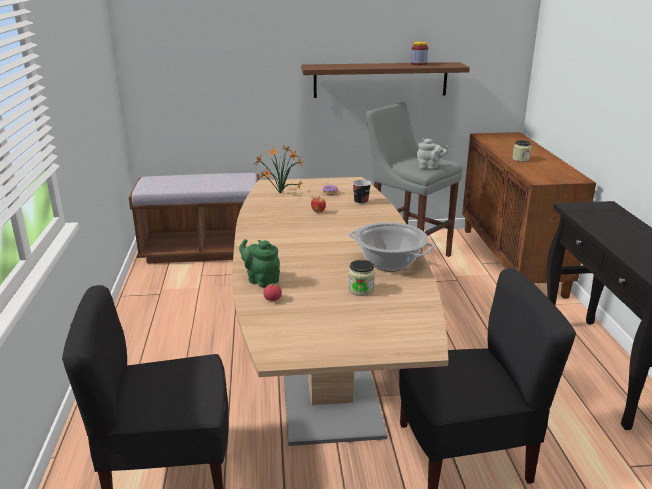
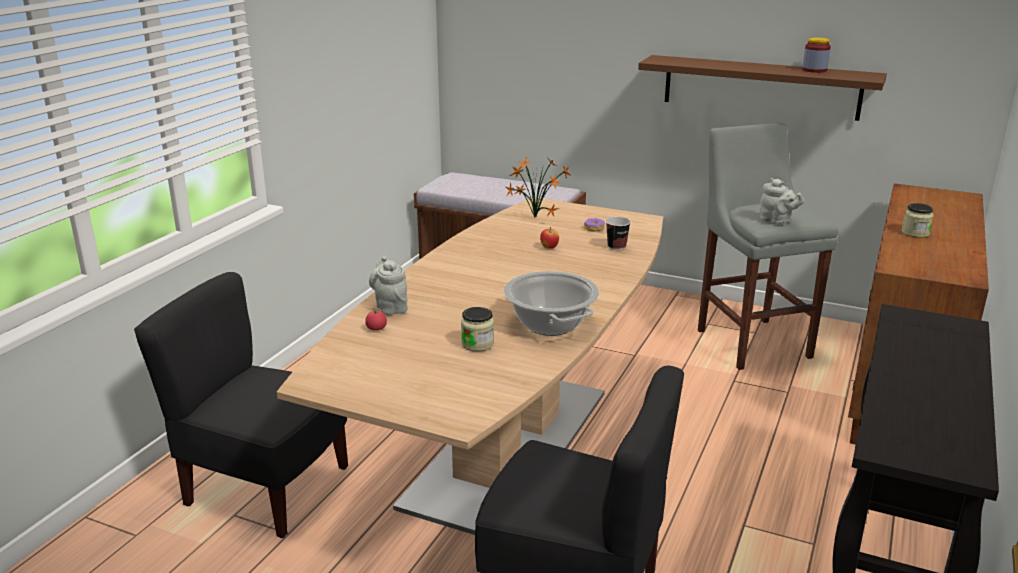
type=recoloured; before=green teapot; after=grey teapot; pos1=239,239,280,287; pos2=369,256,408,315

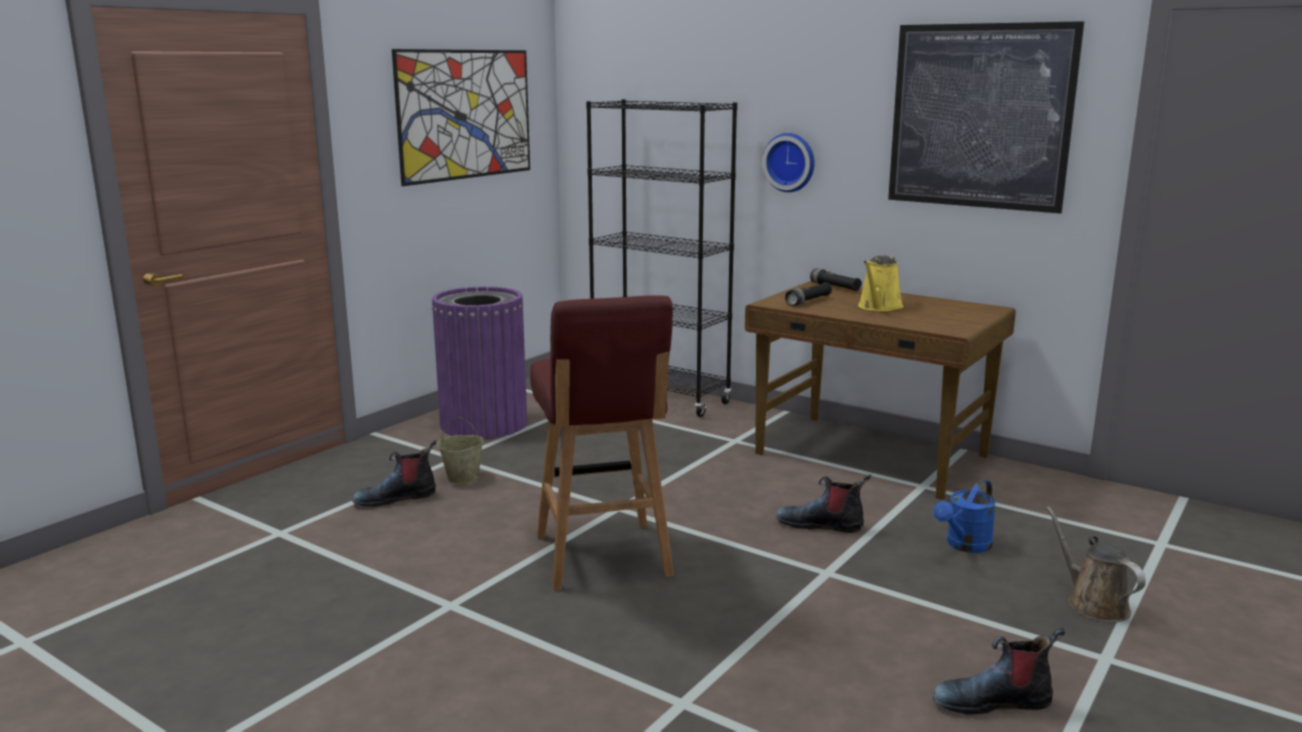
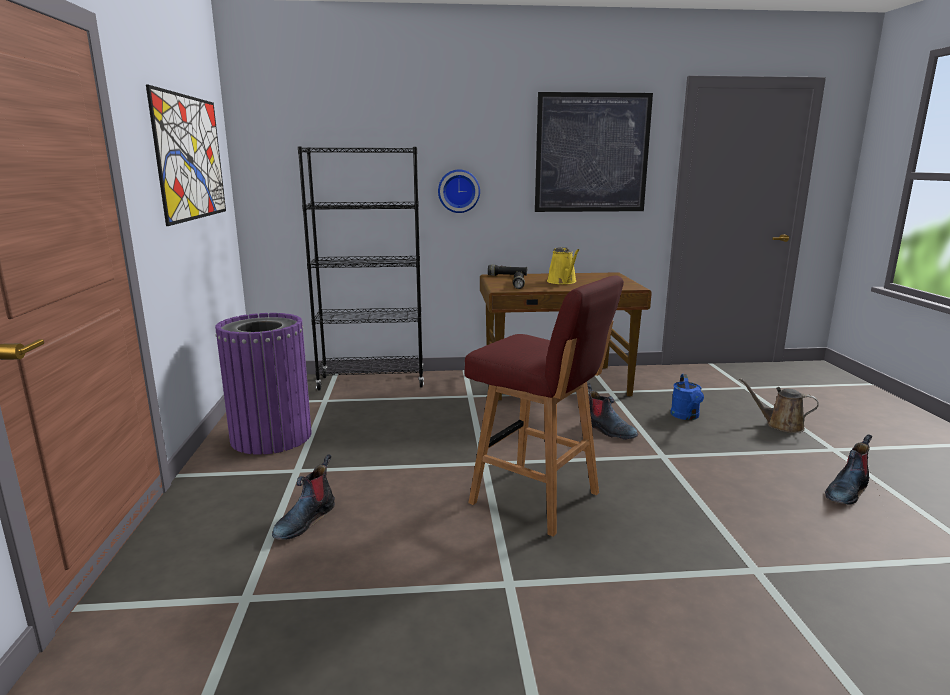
type=turned; before=boot; pos1=776,475,871,533; pos2=587,383,638,440; turn=-105
type=removed; before=beige bucket; pos1=438,417,483,484

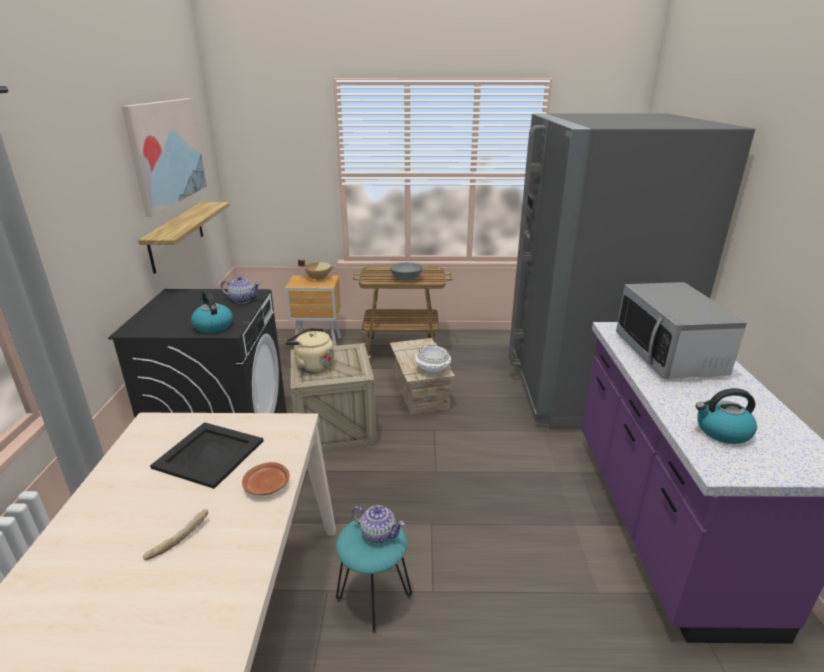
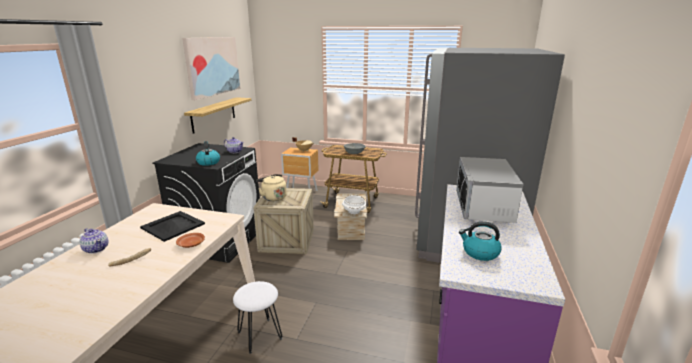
type=moved; before=teapot; pos1=352,505,405,543; pos2=79,228,109,254
type=recoloured; before=turquoise stool; after=white stool; pos1=336,518,412,633; pos2=233,281,282,354

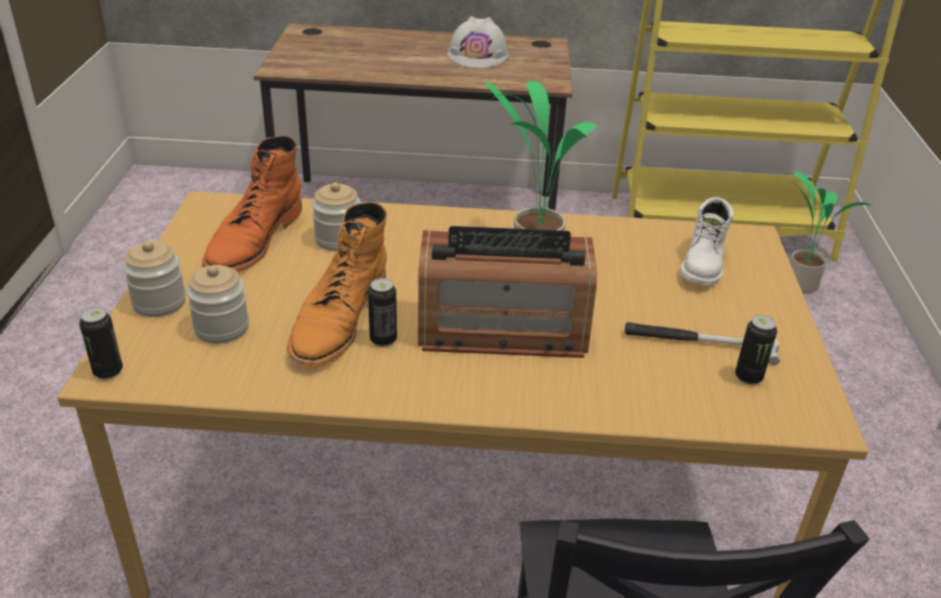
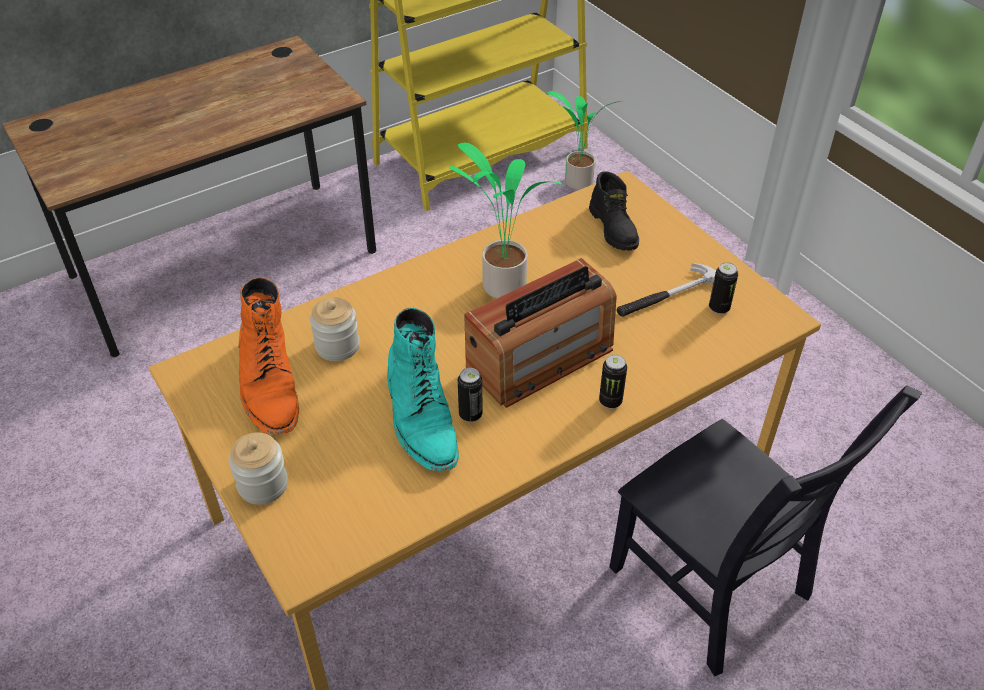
type=recoloured; before=orange boot; after=turquoise boot; pos1=287,202,387,368; pos2=387,308,459,471
type=recoloured; before=white boot; after=black boot; pos1=680,197,734,286; pos2=589,171,639,251
type=moved; before=can; pos1=79,307,123,380; pos2=599,355,627,409
type=removed; before=jar; pos1=186,265,249,344
type=removed; before=white hard hat; pos1=447,16,509,68

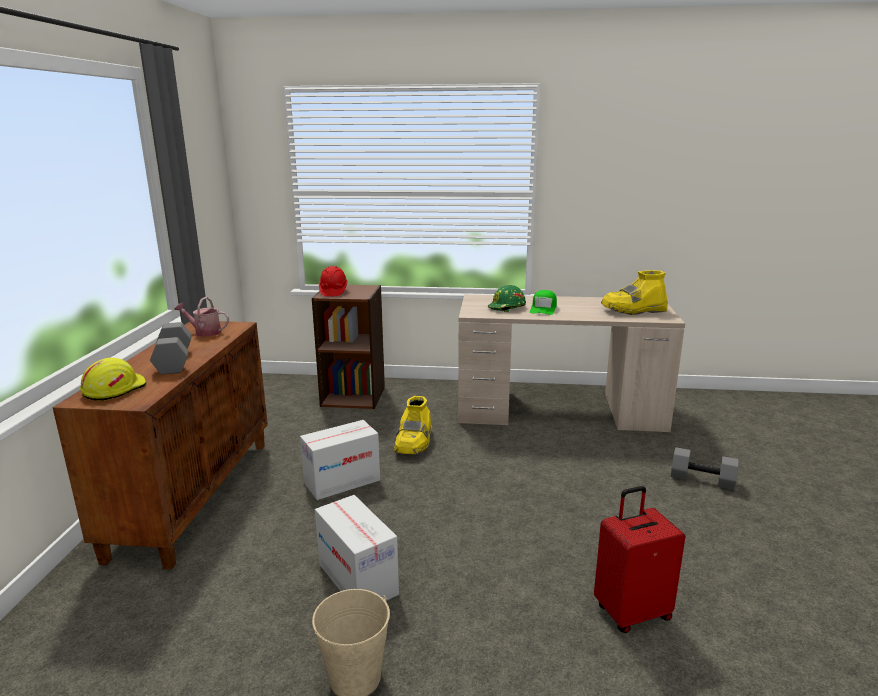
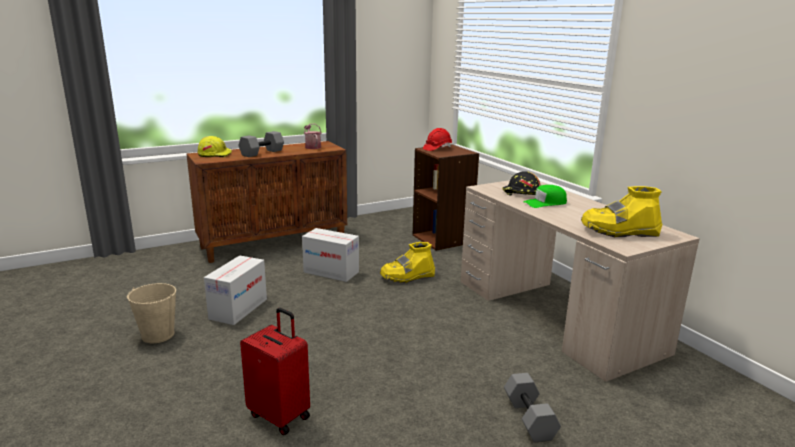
type=recoloured; before=green hard hat; after=black hard hat; pos1=487,285,526,312; pos2=502,171,541,196
type=turned; before=yellow boot; pos1=601,270,668,315; pos2=581,186,662,237; turn=-45

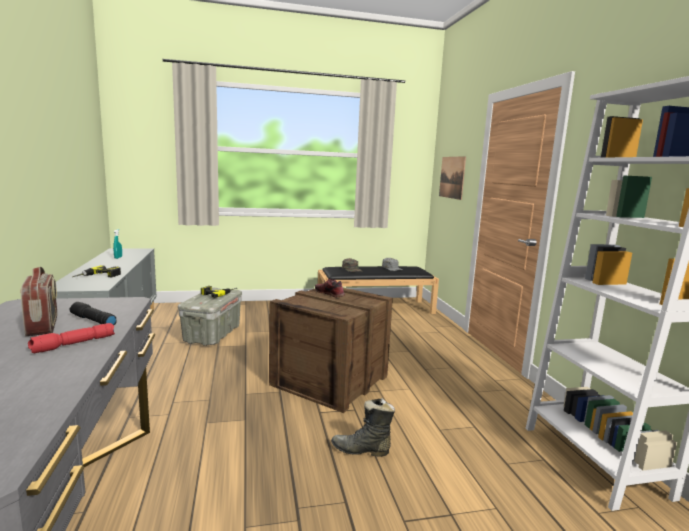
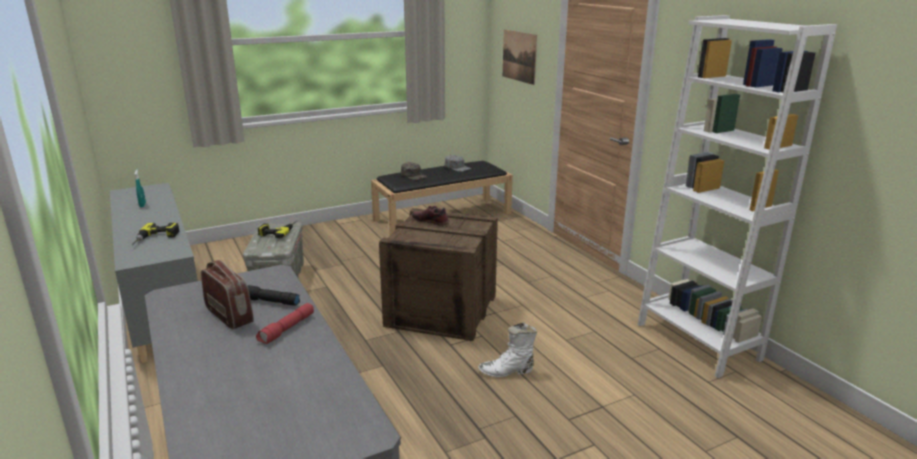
type=recoloured; before=black boot; after=white boot; pos1=331,398,395,457; pos2=478,322,537,377

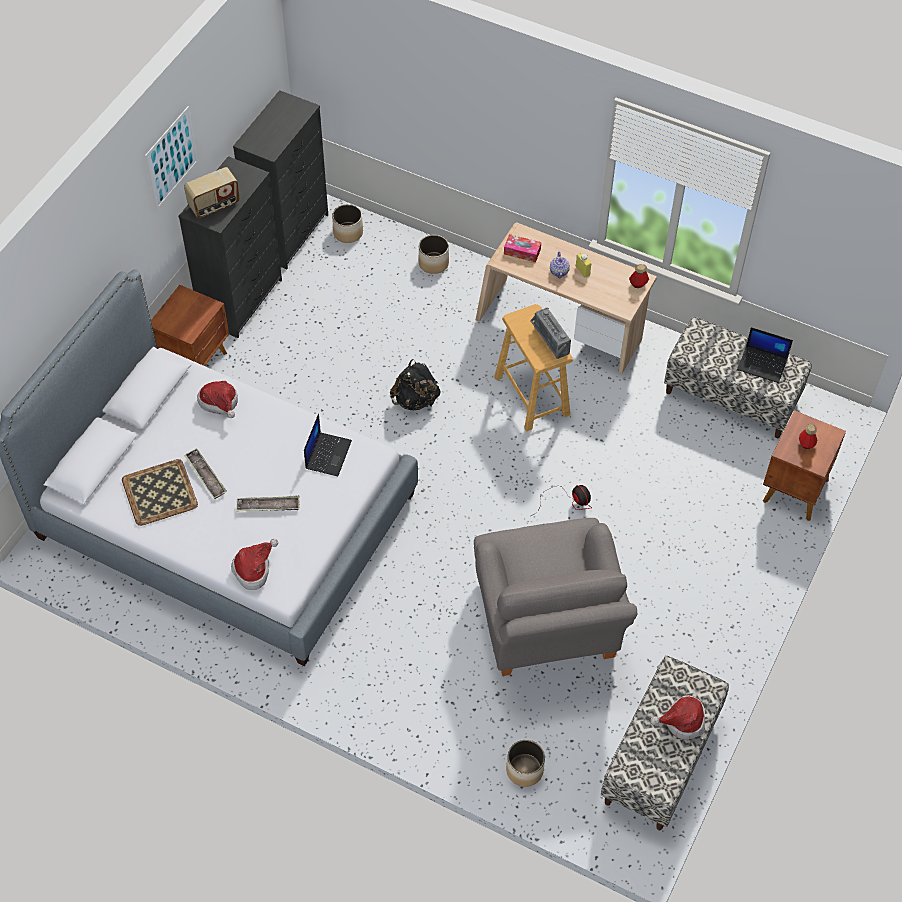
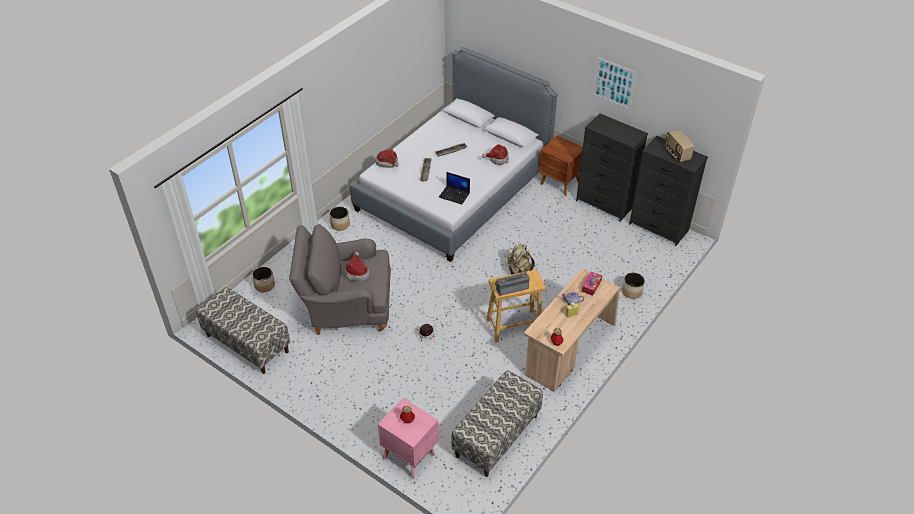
type=moved; before=planter; pos1=332,204,363,243; pos2=329,207,350,231
type=moved; before=hat; pos1=650,695,705,740; pos2=345,252,370,282
type=recoloured; before=brown nightstand; after=pink nightstand; pos1=763,410,846,521; pos2=378,398,439,479
type=recoloured; before=black backpack; after=beige backpack; pos1=390,359,441,410; pos2=507,244,535,274
type=moved; before=radio; pos1=184,167,240,218; pos2=665,129,694,162
type=removed; before=tray; pos1=122,459,198,526
type=removed; before=laptop; pos1=737,327,793,383

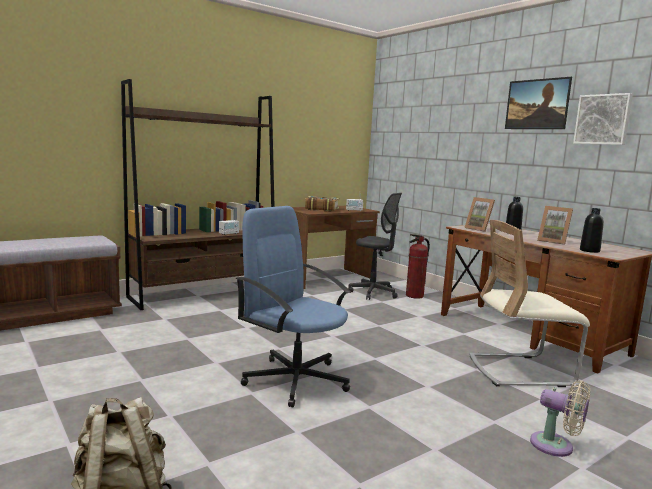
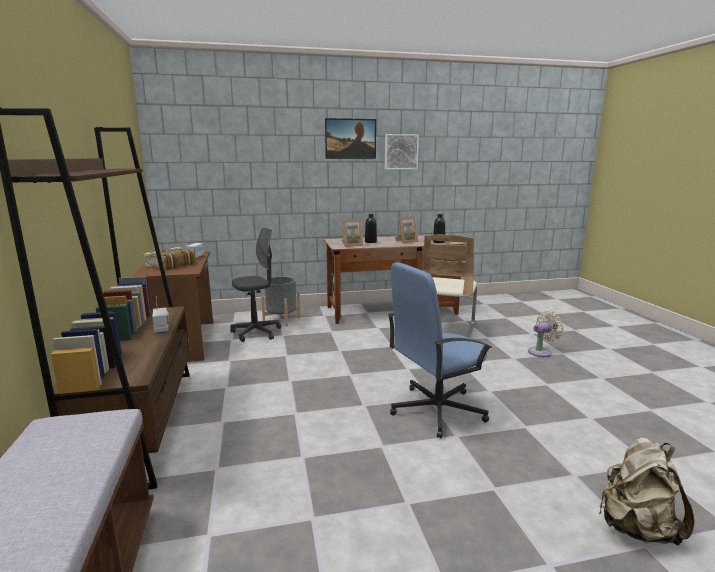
type=replaced; before=fire extinguisher; after=grey planter; pos1=406,234,430,299; pos2=261,276,300,327

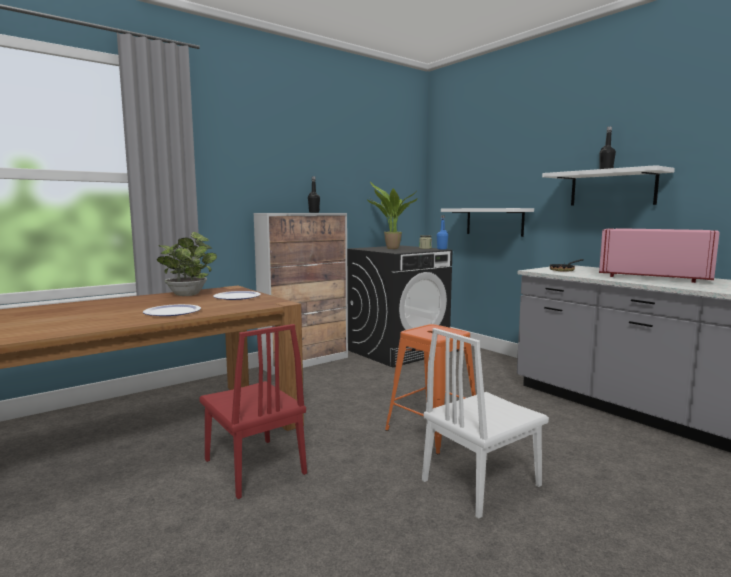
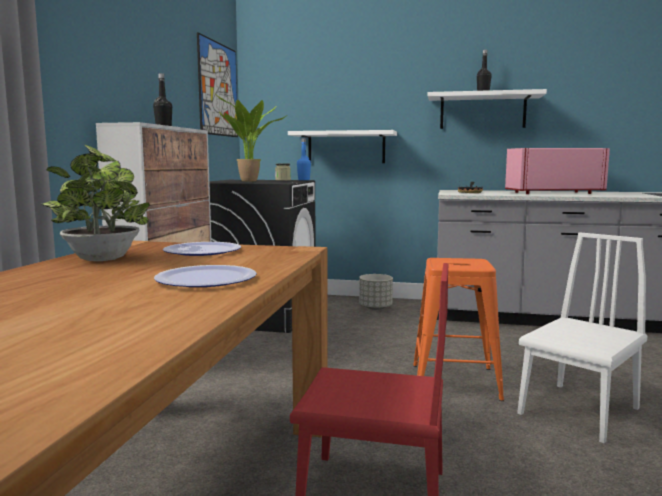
type=added; after=picture; pos2=197,32,238,137
type=added; after=grey planter; pos2=359,274,393,310
type=turned; before=white chair; pos1=422,328,549,519; pos2=517,232,647,443; turn=-150

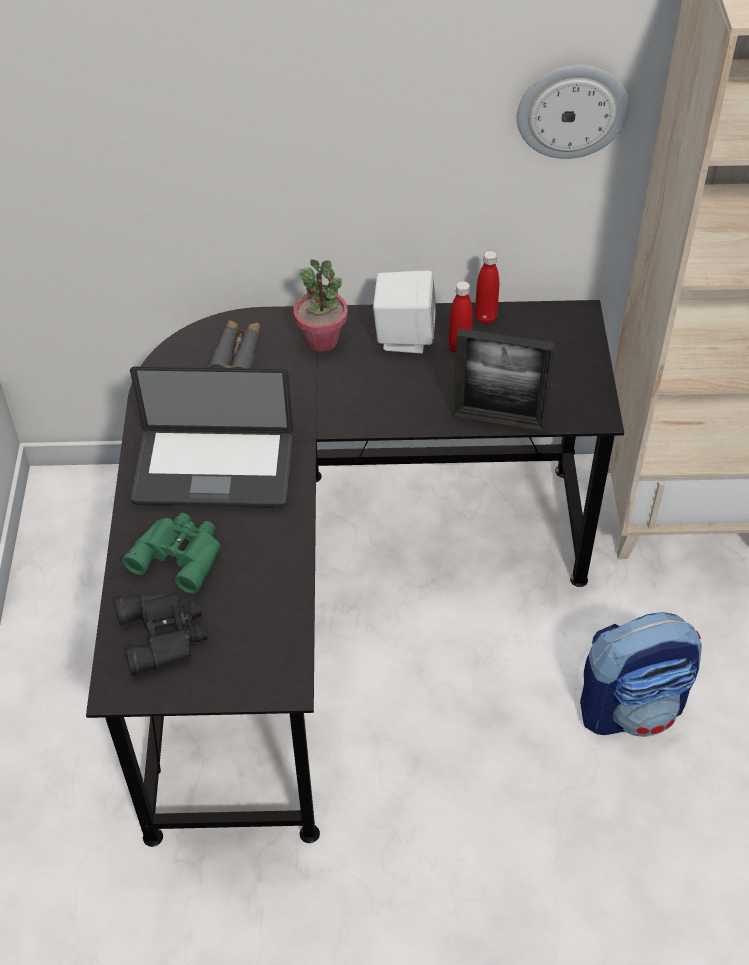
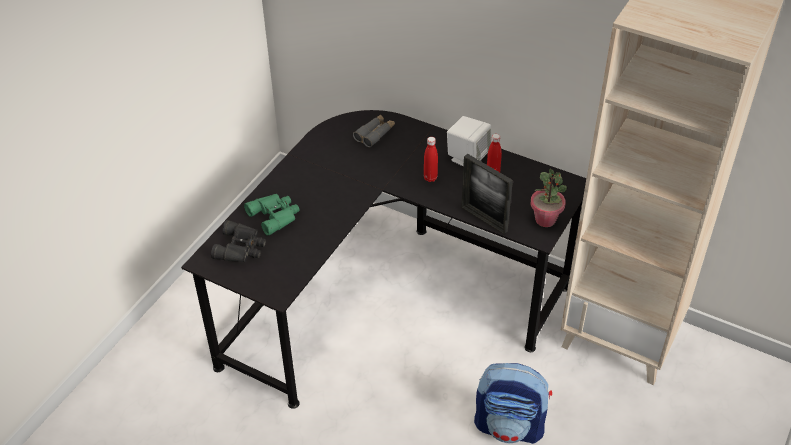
type=moved; before=red bottle; pos1=475,251,499,324; pos2=424,137,438,182
type=moved; before=potted plant; pos1=294,259,348,352; pos2=531,169,567,227
type=removed; before=laptop; pos1=130,366,293,508
type=removed; before=wall clock; pos1=517,65,629,159

